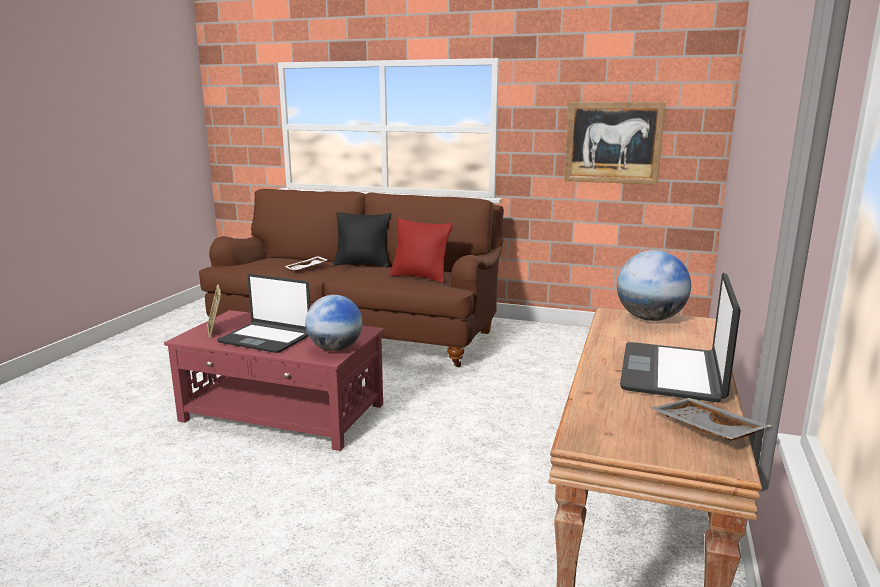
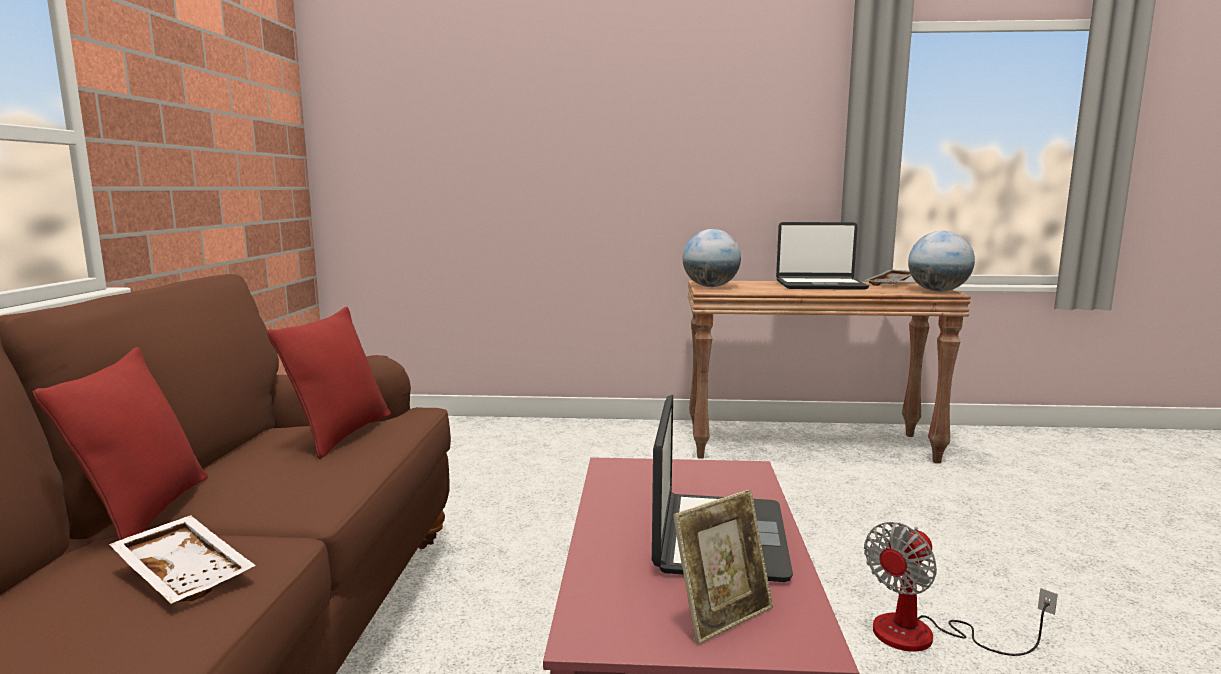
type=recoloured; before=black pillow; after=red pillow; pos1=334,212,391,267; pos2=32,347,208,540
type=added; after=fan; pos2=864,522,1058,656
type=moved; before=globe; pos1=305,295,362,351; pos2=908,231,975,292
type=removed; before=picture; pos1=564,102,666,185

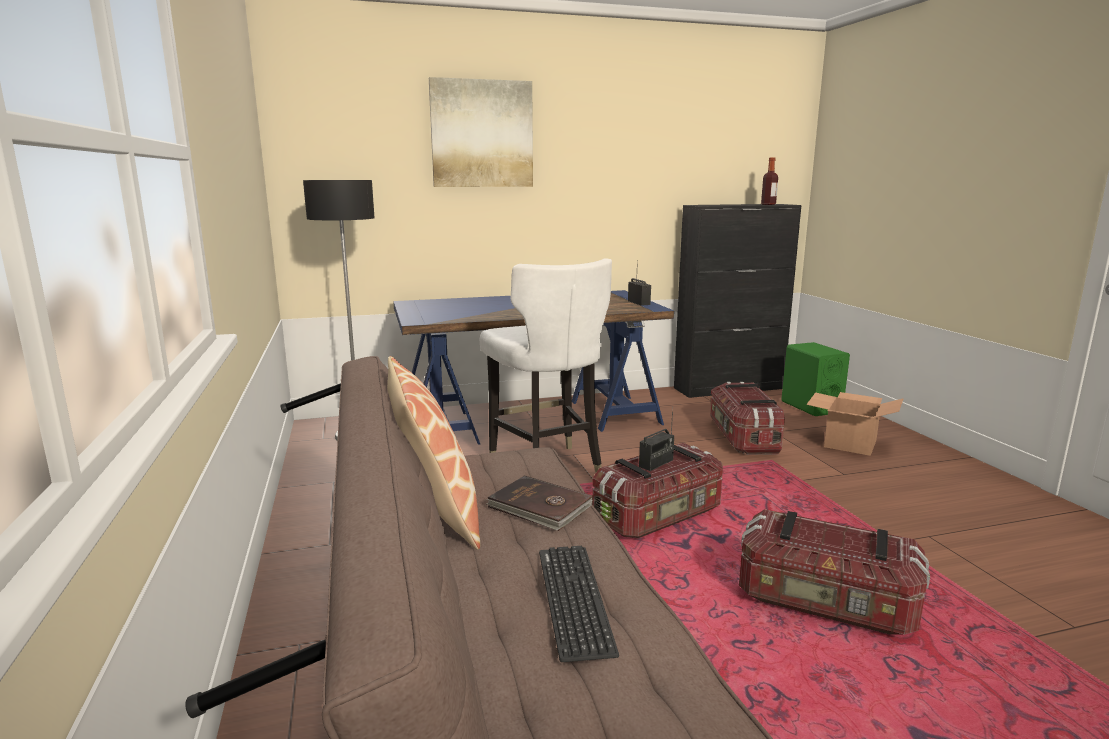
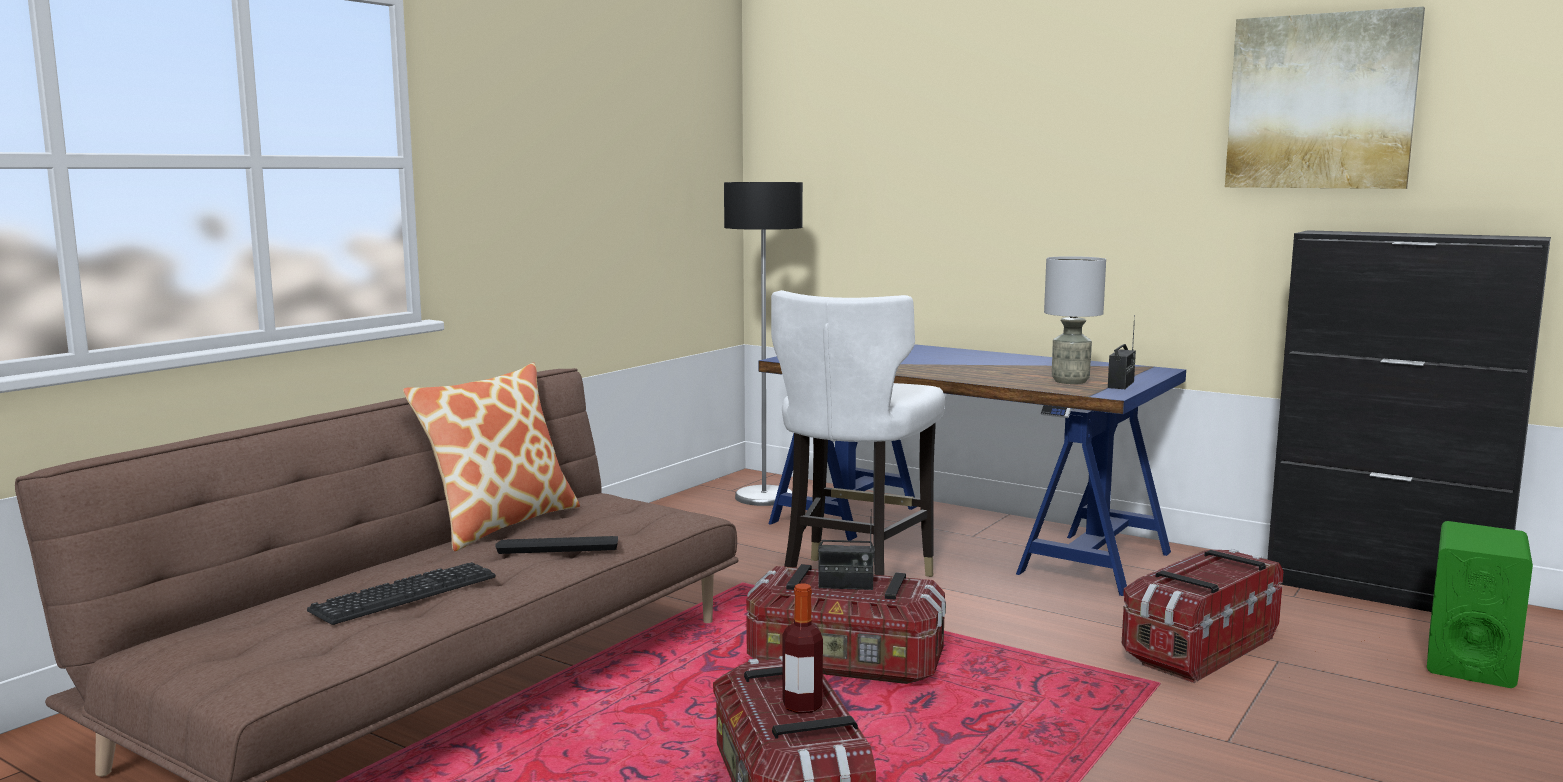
type=replaced; before=brown book; after=keyboard; pos1=487,476,593,531; pos2=495,536,618,554
type=moved; before=bottle; pos1=761,158,778,205; pos2=783,583,823,714
type=added; after=grey table lamp; pos2=1044,256,1106,384
type=moved; before=picture; pos1=429,77,533,187; pos2=1225,6,1425,189
type=removed; before=cardboard box; pos1=806,392,904,456

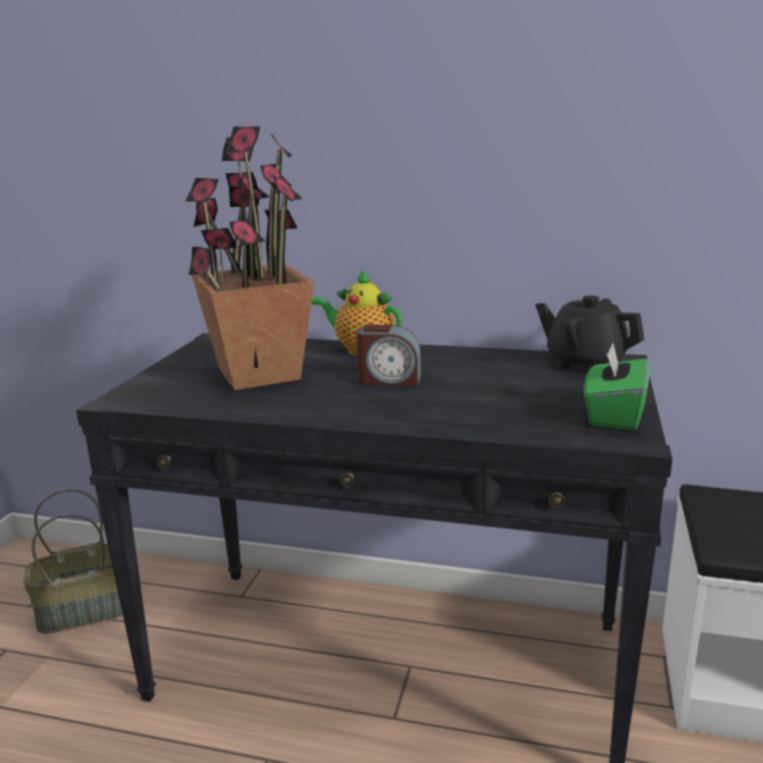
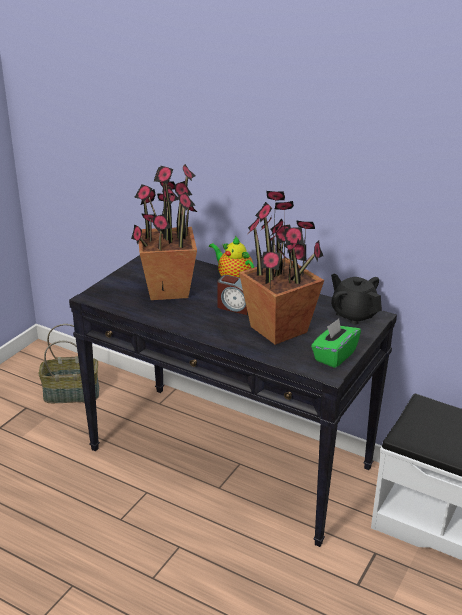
type=added; after=potted plant; pos2=239,191,324,345

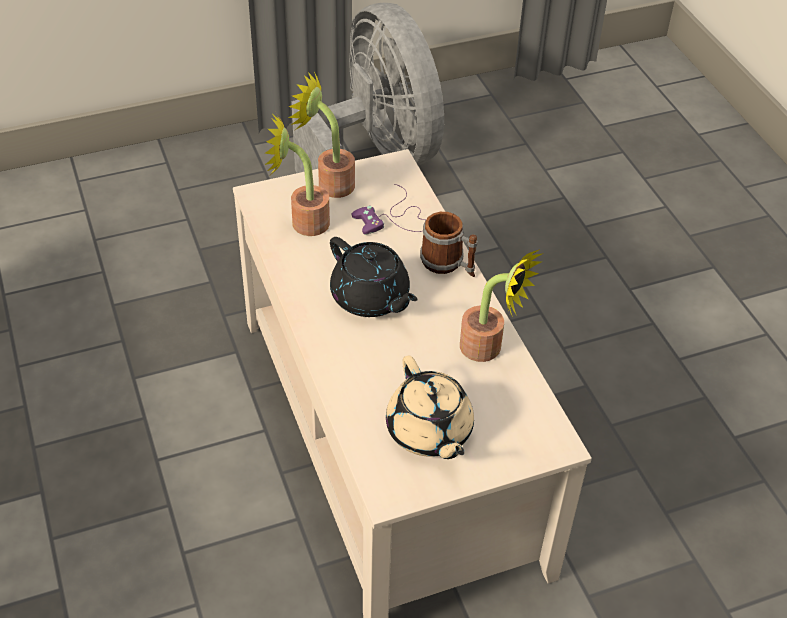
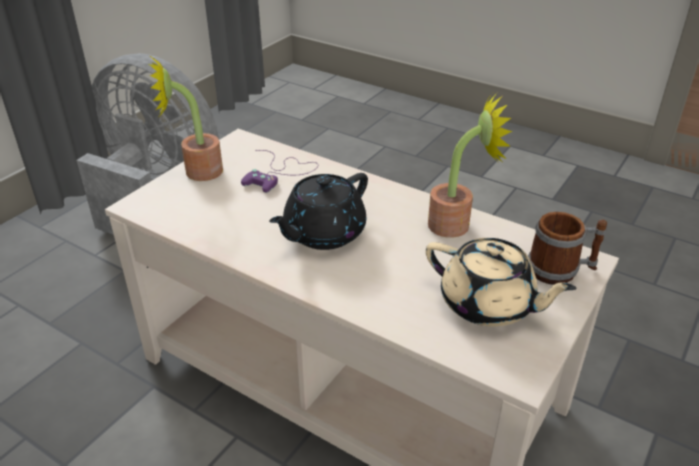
type=turned; before=black teapot; pos1=330,237,418,317; pos2=269,173,368,250; turn=120
type=moved; before=mug; pos1=420,212,478,277; pos2=528,212,607,285
type=removed; before=potted plant; pos1=264,115,330,236

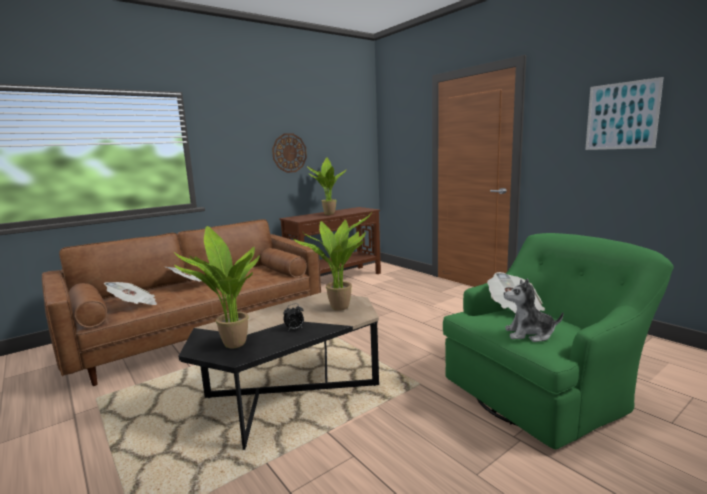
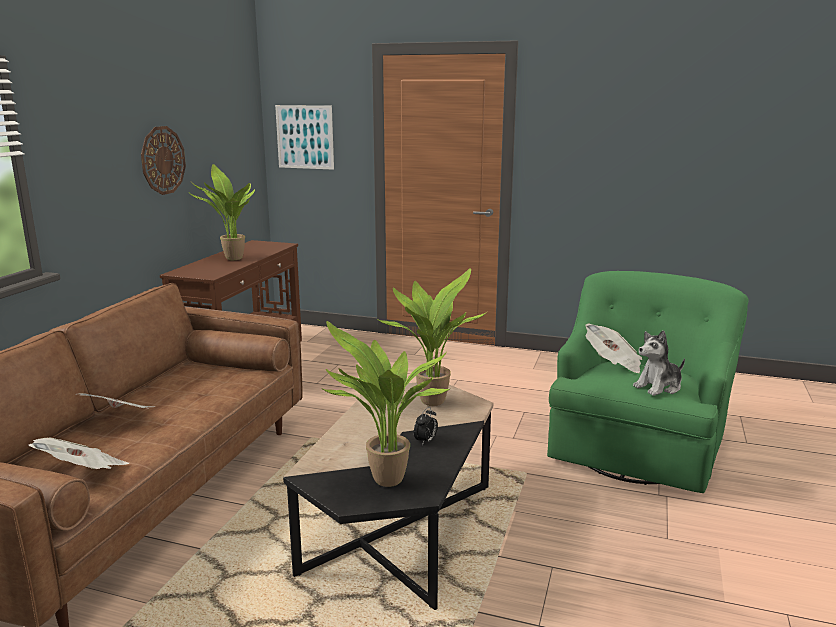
type=moved; before=picture; pos1=585,77,664,150; pos2=275,105,334,170

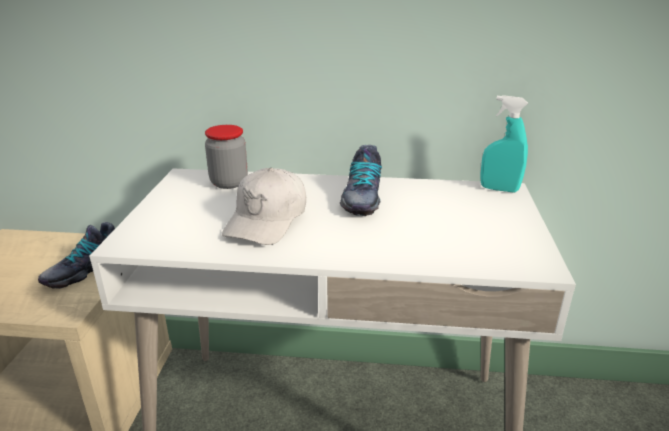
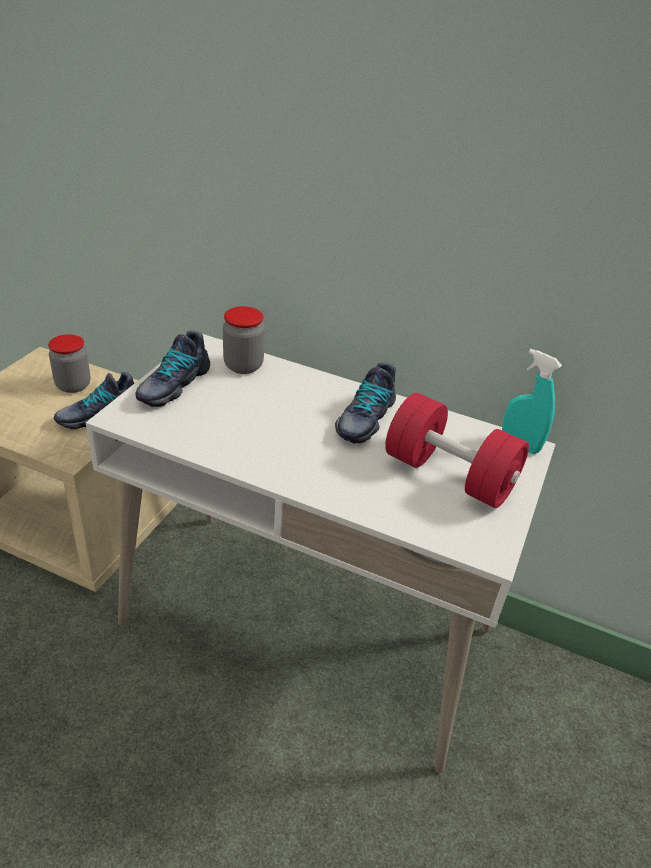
type=added; after=jar; pos2=48,334,90,393
type=added; after=shoe; pos2=135,330,210,407
type=added; after=red dumbbell; pos2=385,393,529,508
type=removed; before=white cap; pos1=222,168,306,245

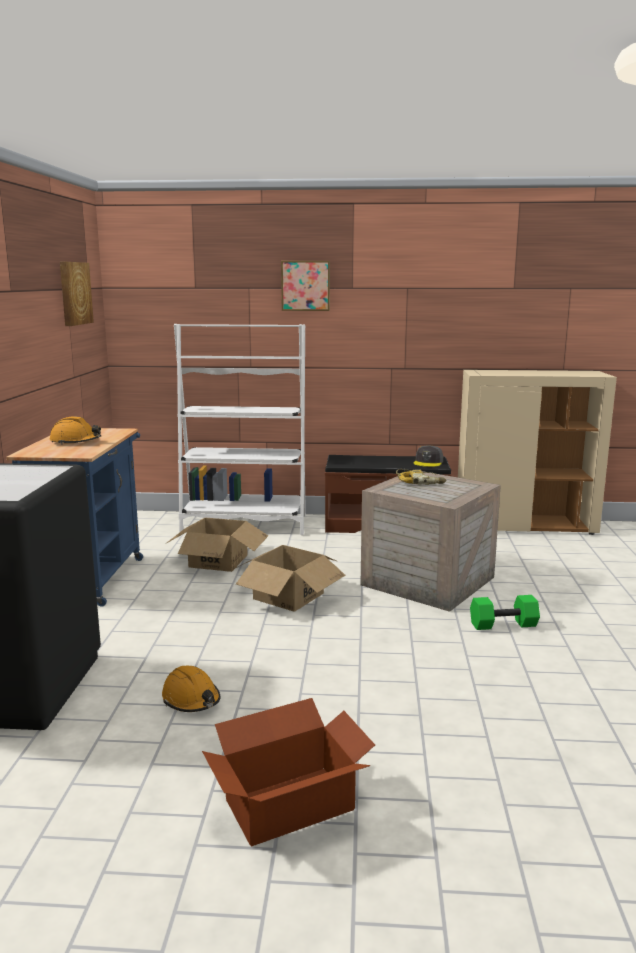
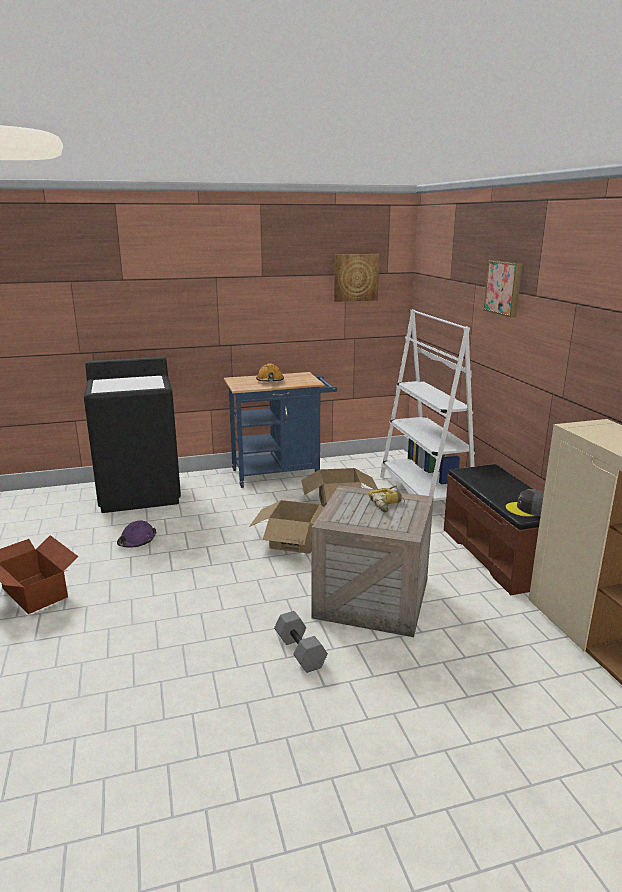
type=recoloured; before=orange hard hat; after=purple hard hat; pos1=162,666,220,712; pos2=117,521,157,548
type=recoloured; before=green dumbbell; after=grey dumbbell; pos1=470,595,540,630; pos2=274,611,328,673

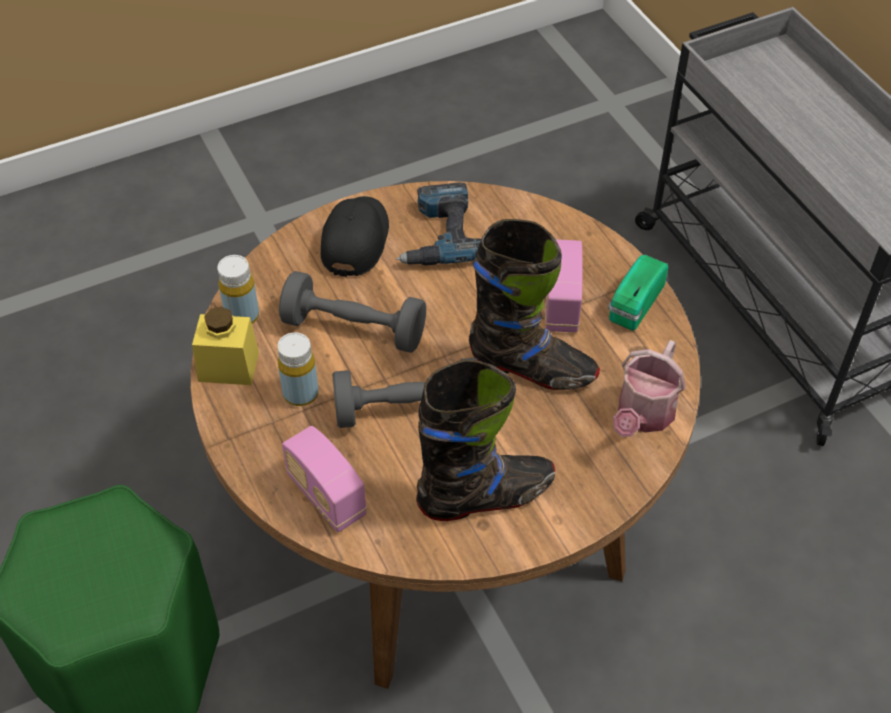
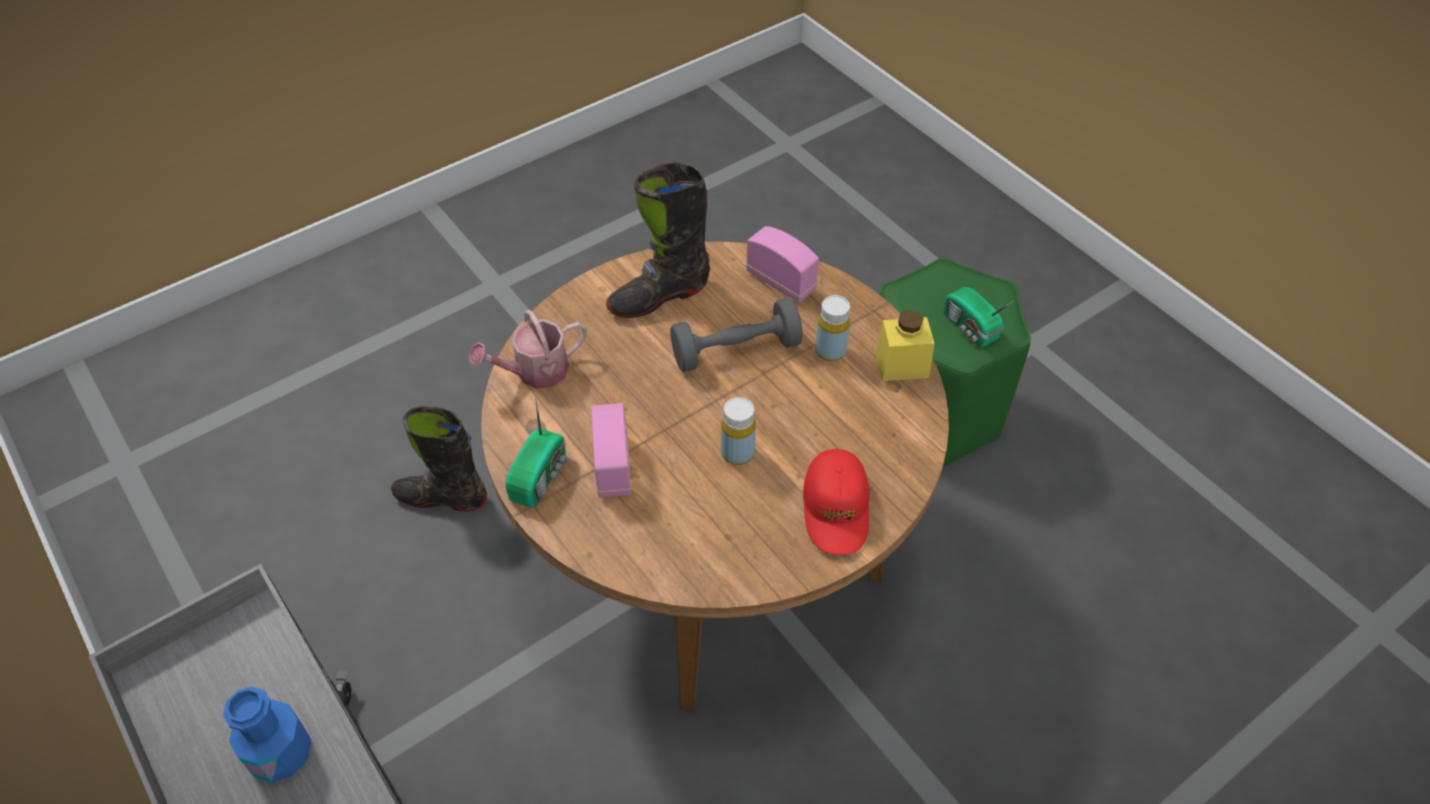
type=added; after=blue bottle; pos2=223,686,312,783
type=moved; before=black boot; pos1=469,219,600,390; pos2=391,406,487,512
type=turned; before=watering can; pos1=613,340,686,437; pos2=469,310,587,389; turn=-135
type=moved; before=yellow bottle; pos1=217,255,259,324; pos2=721,397,756,465
type=recoloured; before=black cap; after=red cap; pos1=321,196,389,277; pos2=803,448,870,555
type=added; after=radio; pos2=944,287,1015,347
type=removed; before=grey dumbbell; pos1=279,271,426,353
type=removed; before=power drill; pos1=396,182,481,265

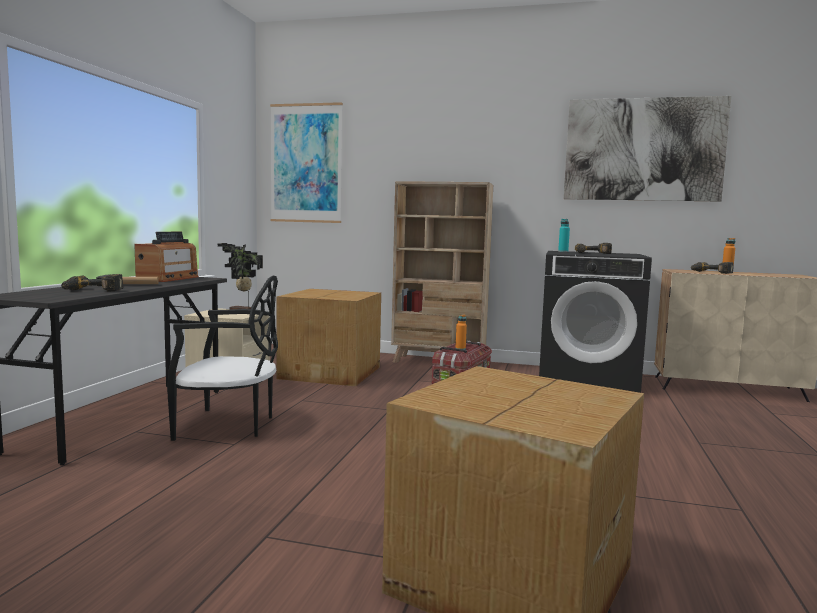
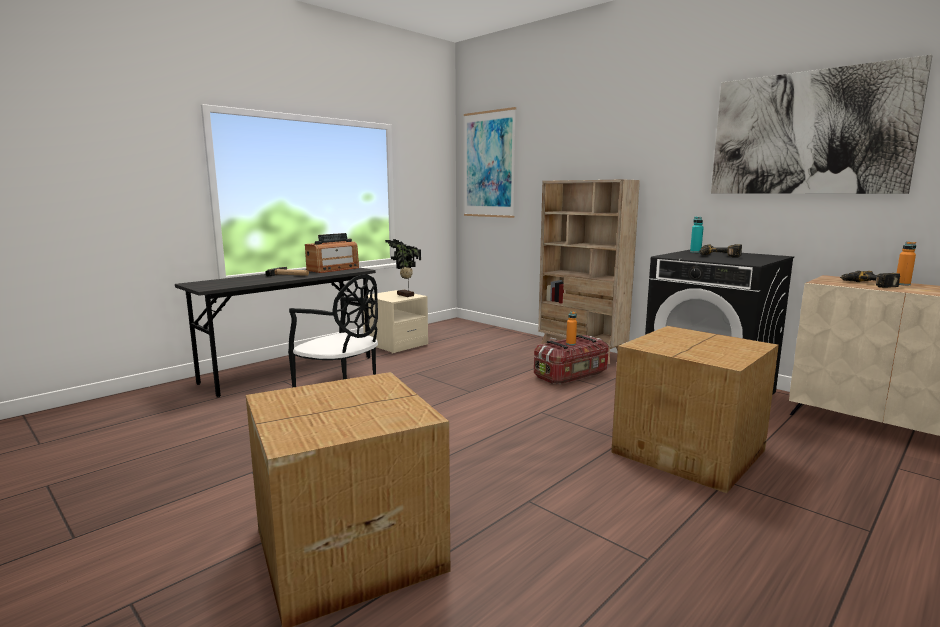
type=moved; before=cardboard box; pos1=276,289,381,386; pos2=611,326,779,493
type=removed; before=power drill; pos1=61,274,123,291

